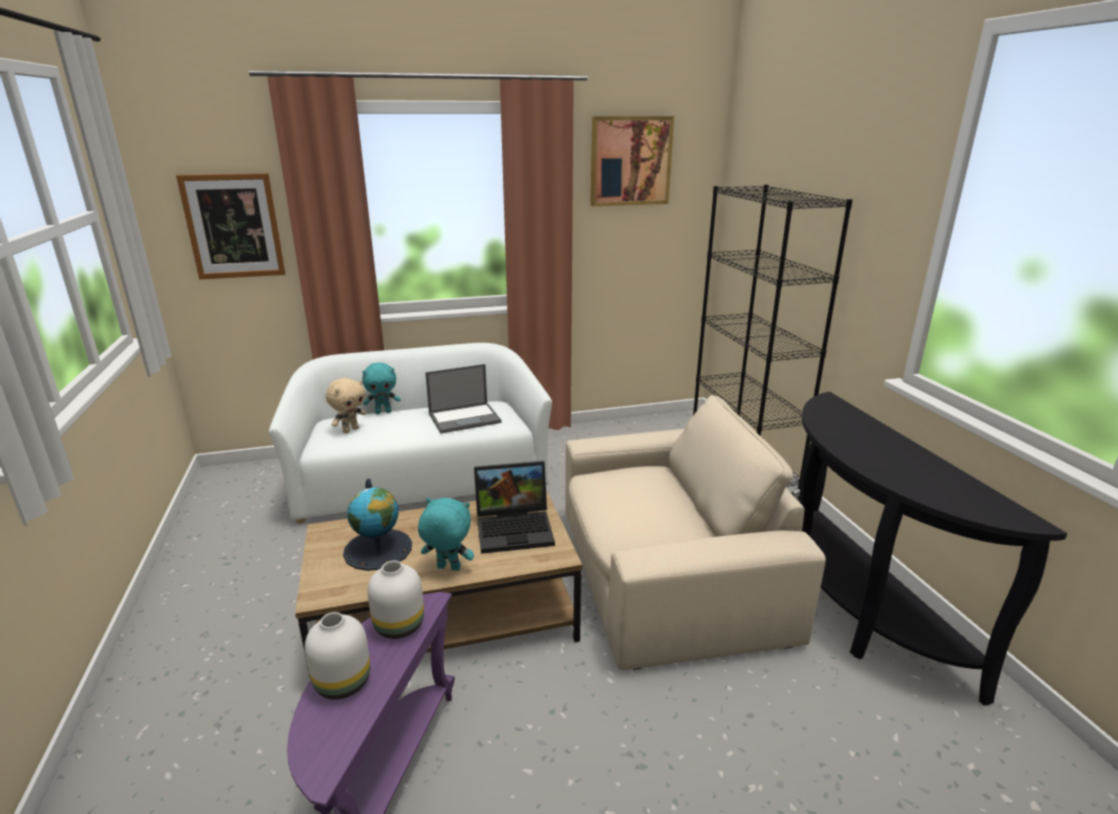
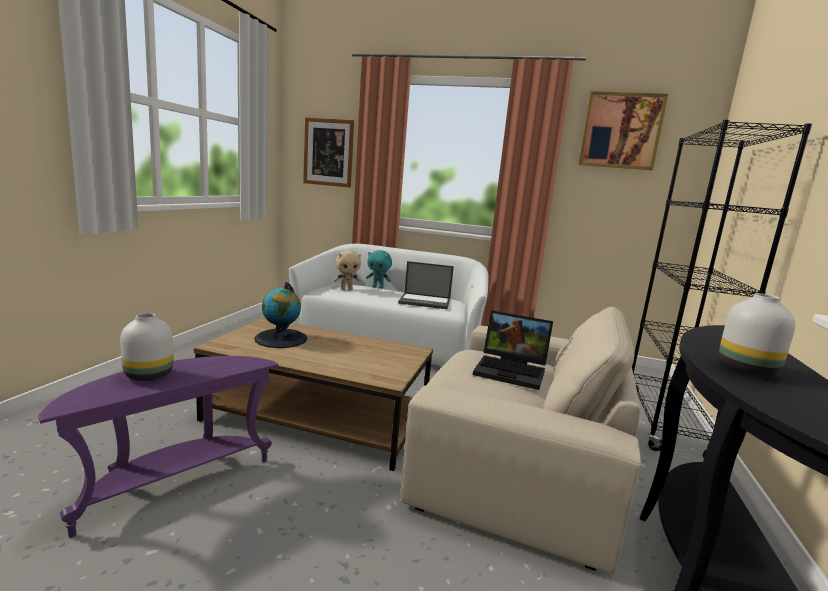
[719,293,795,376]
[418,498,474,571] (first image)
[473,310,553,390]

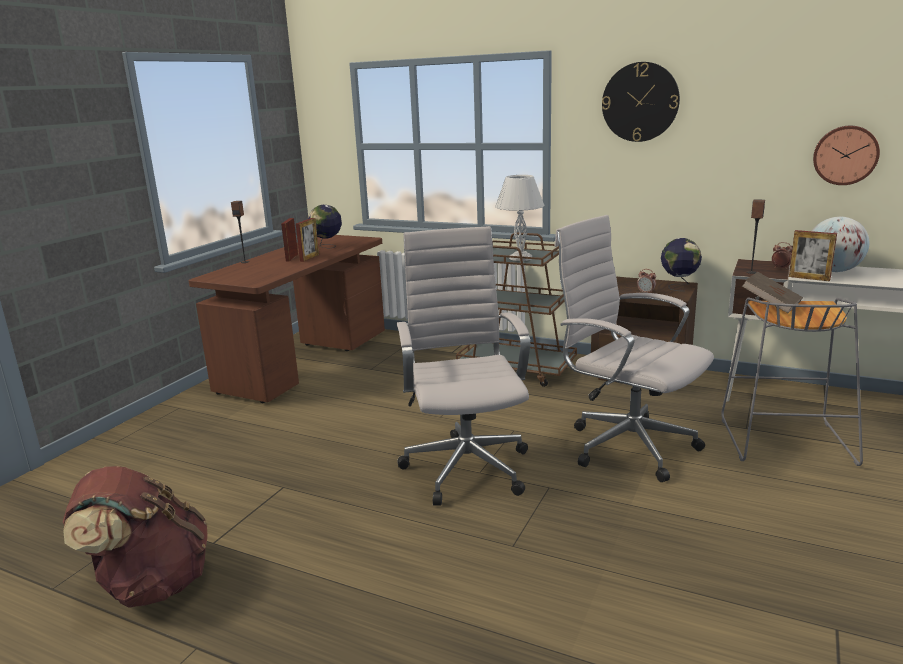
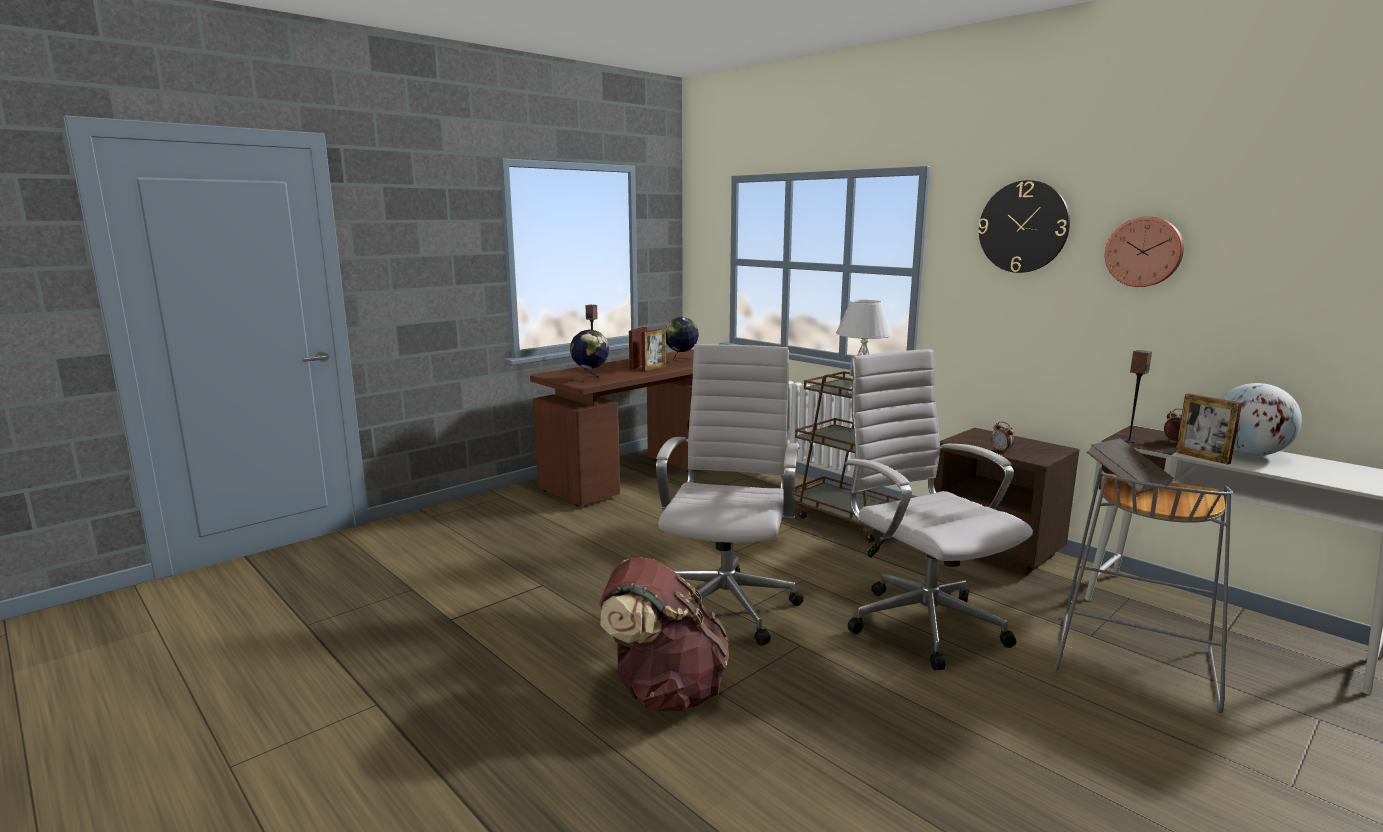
[599,557,729,711]
[570,329,609,382]
[1105,217,1184,287]

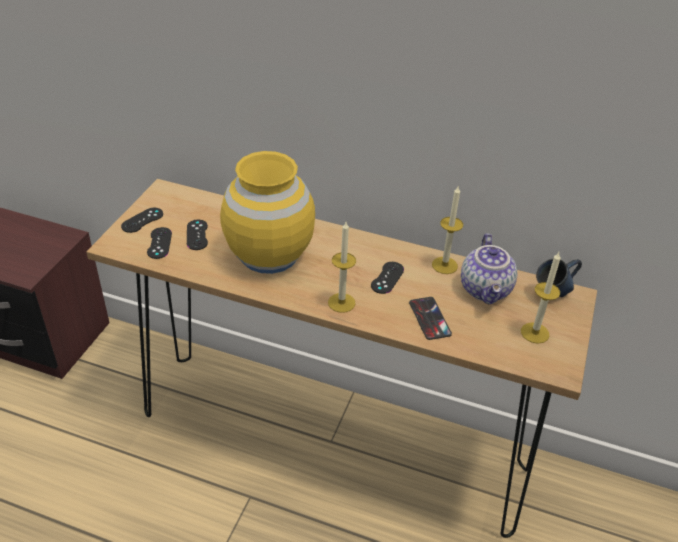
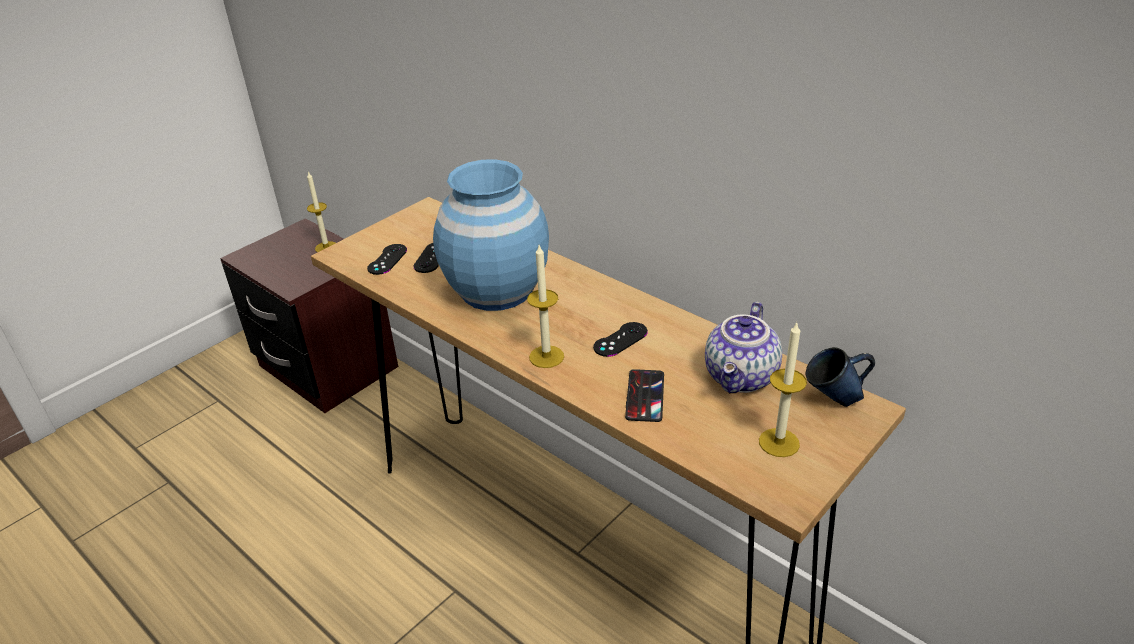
[121,208,163,233] (first image)
[433,159,549,311]
[307,172,335,252]

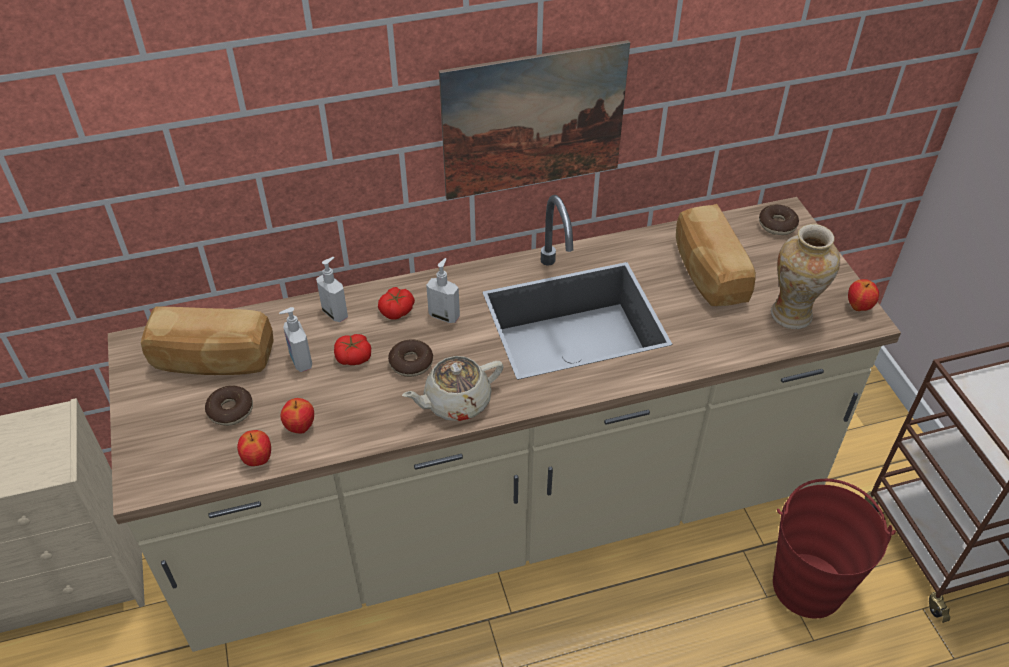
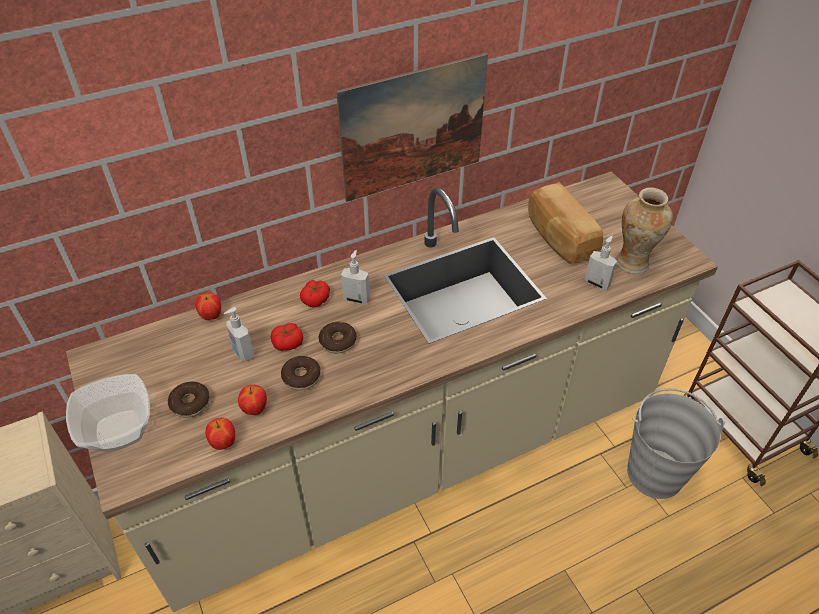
[141,307,274,375] (first image)
[584,236,617,290]
[402,356,504,421] (first image)
[281,356,321,390]
[627,388,725,499]
[196,292,221,320]
[66,374,150,452]

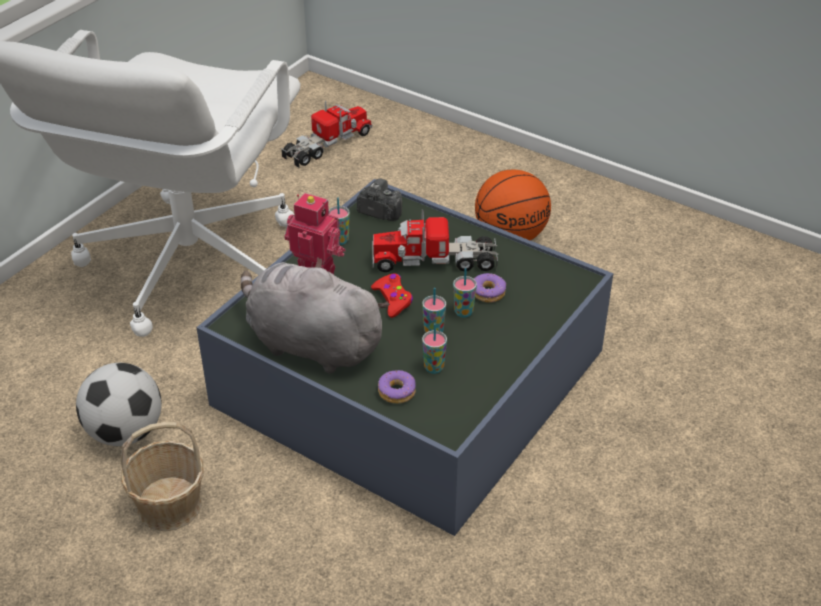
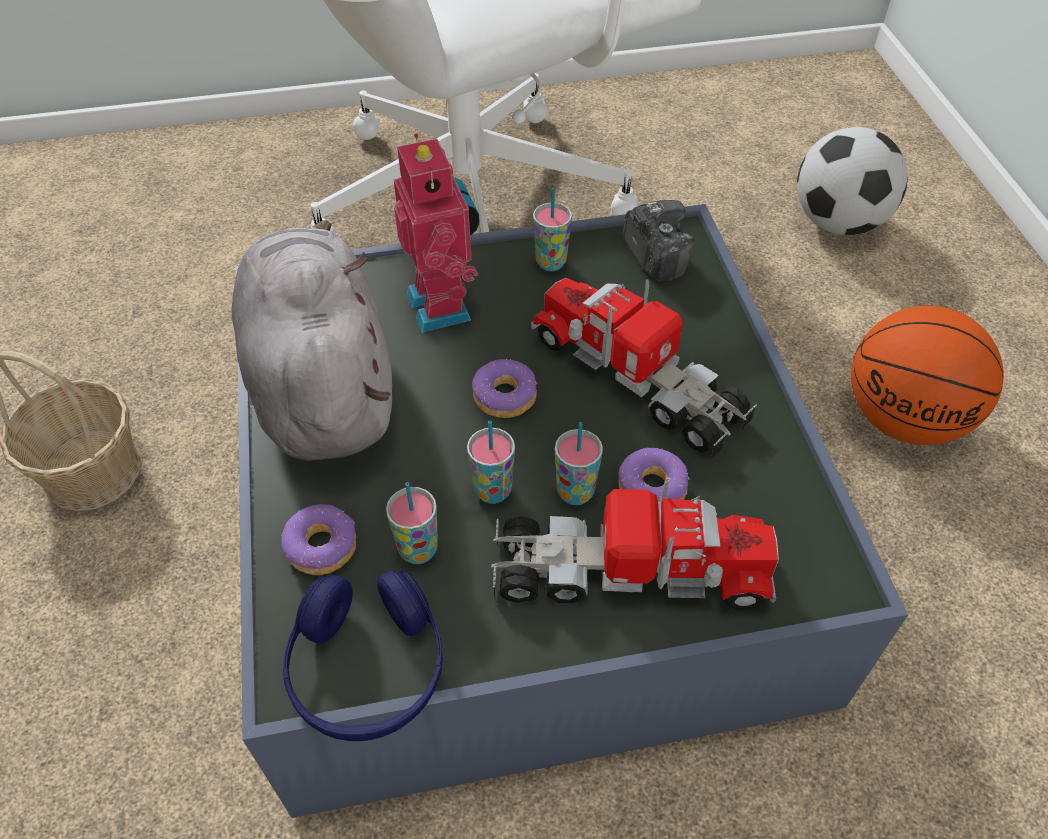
[797,127,908,235]
[491,478,779,610]
[472,359,538,418]
[283,570,443,741]

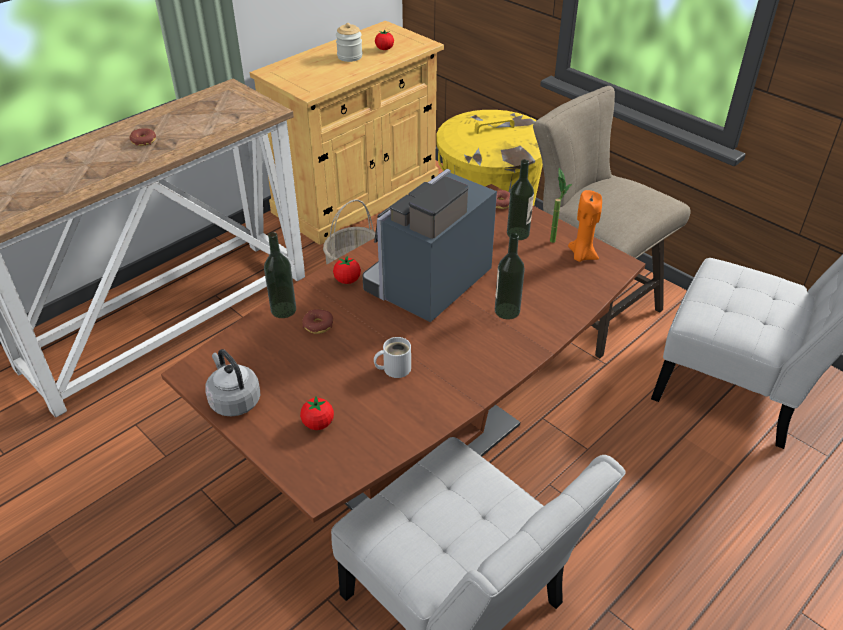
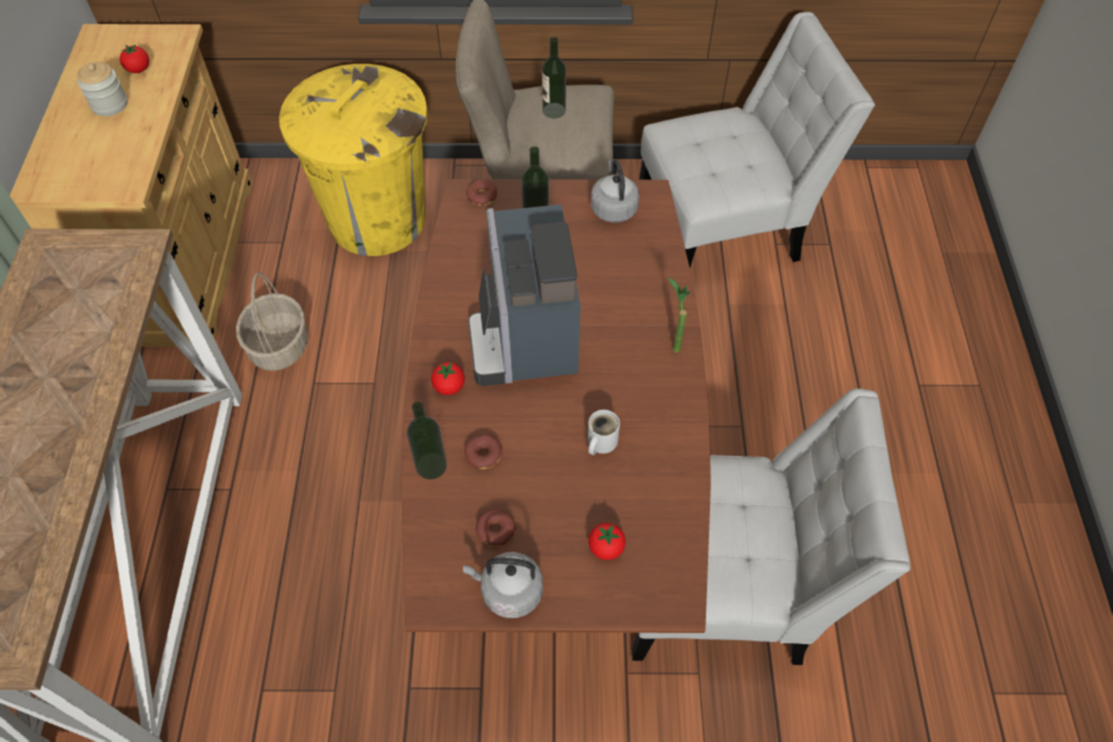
[476,509,516,546]
[542,37,566,118]
[668,278,690,352]
[591,159,639,223]

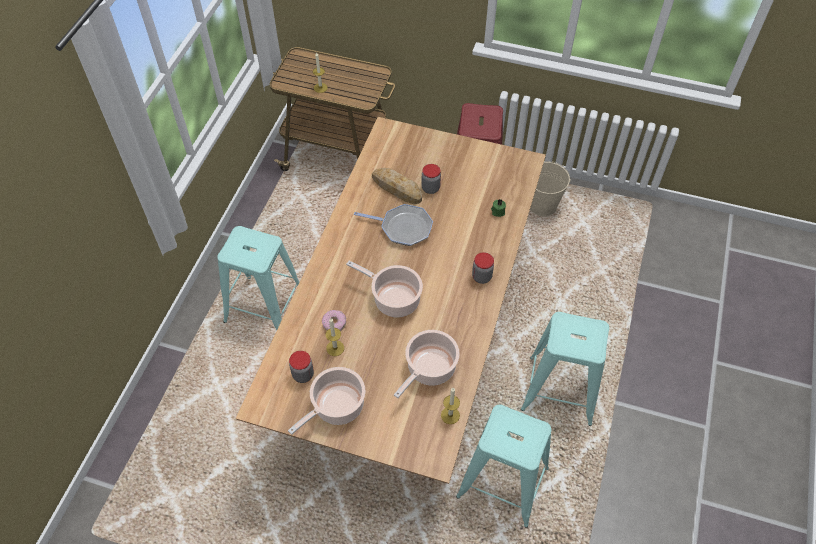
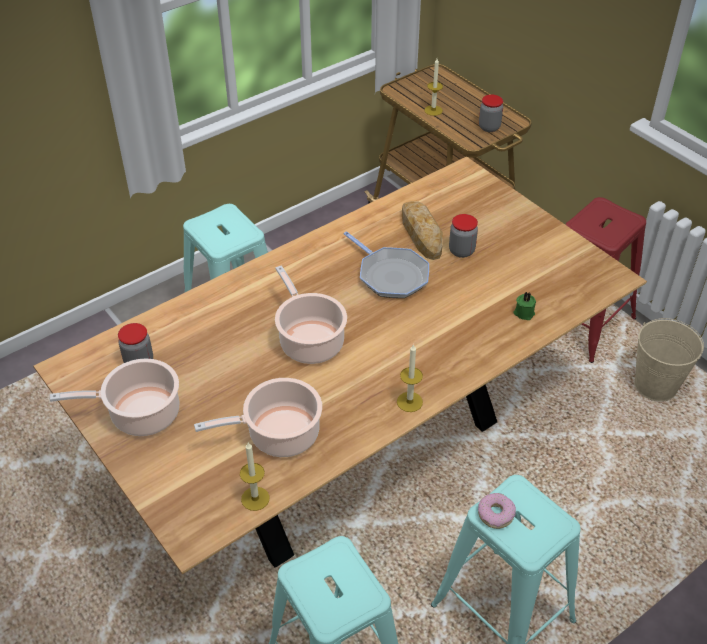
[478,493,516,529]
[397,344,423,412]
[479,95,503,132]

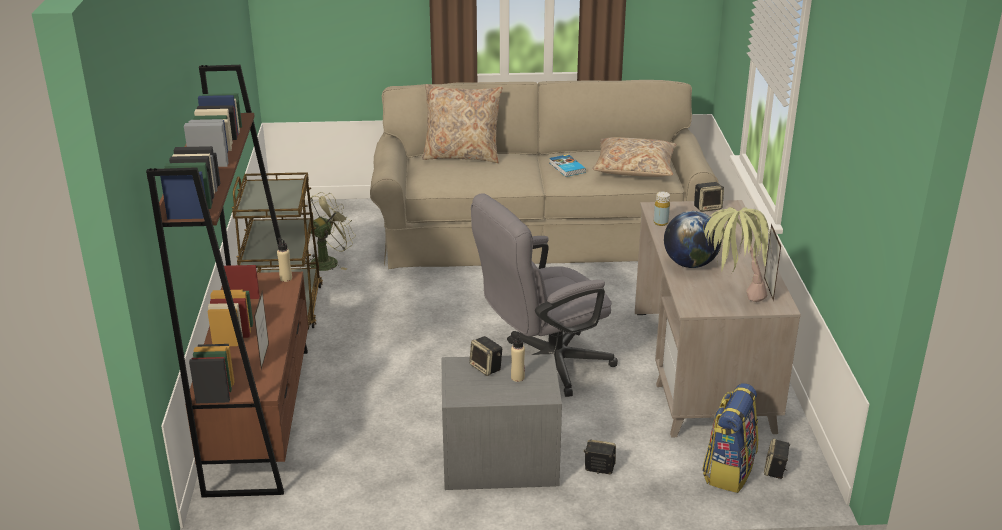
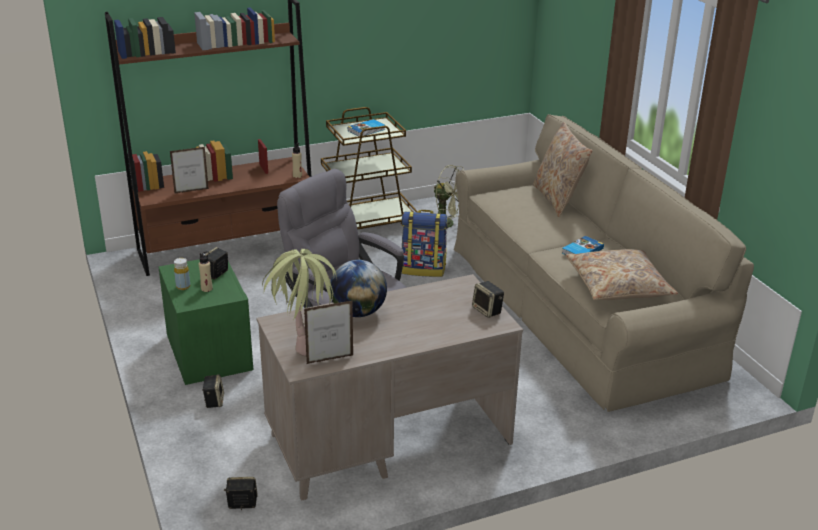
[159,259,253,385]
[174,258,190,290]
[402,210,448,277]
[348,119,385,136]

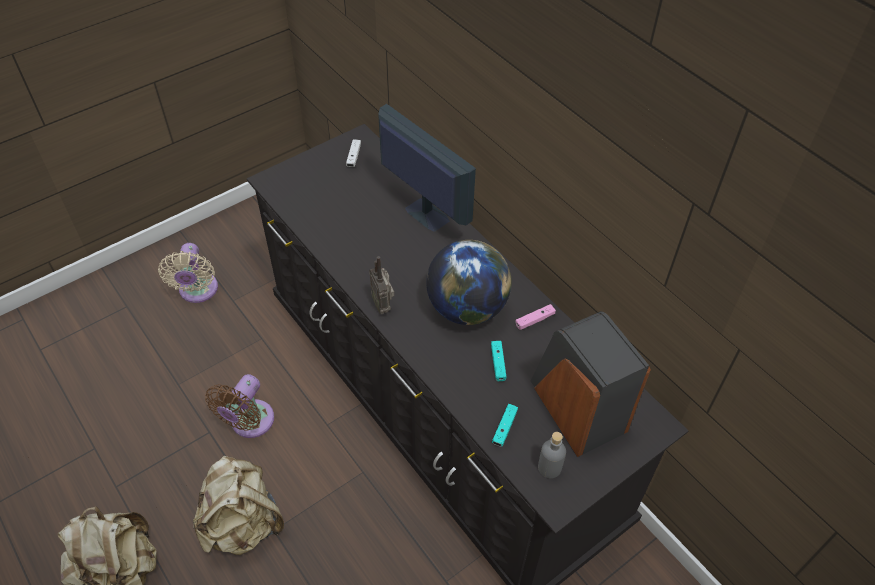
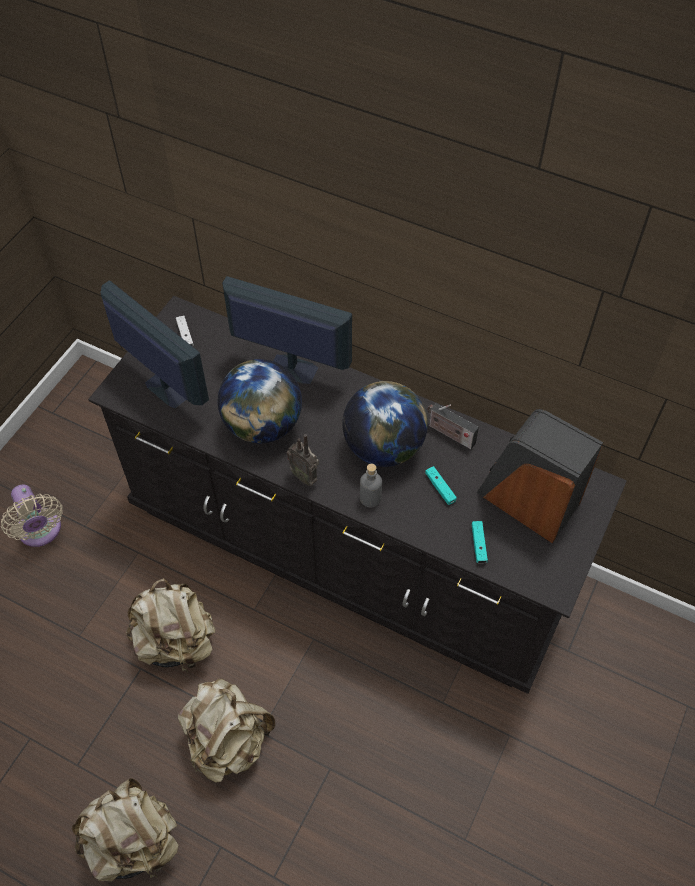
[125,578,215,673]
[427,403,479,449]
[360,464,382,507]
[100,281,209,408]
[218,359,302,443]

